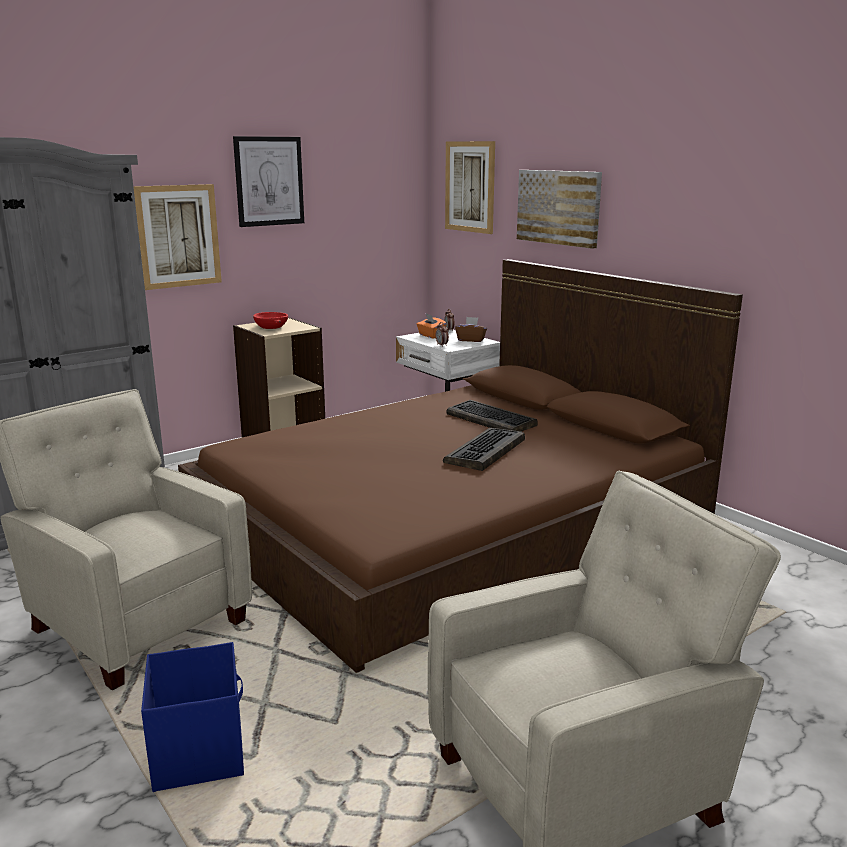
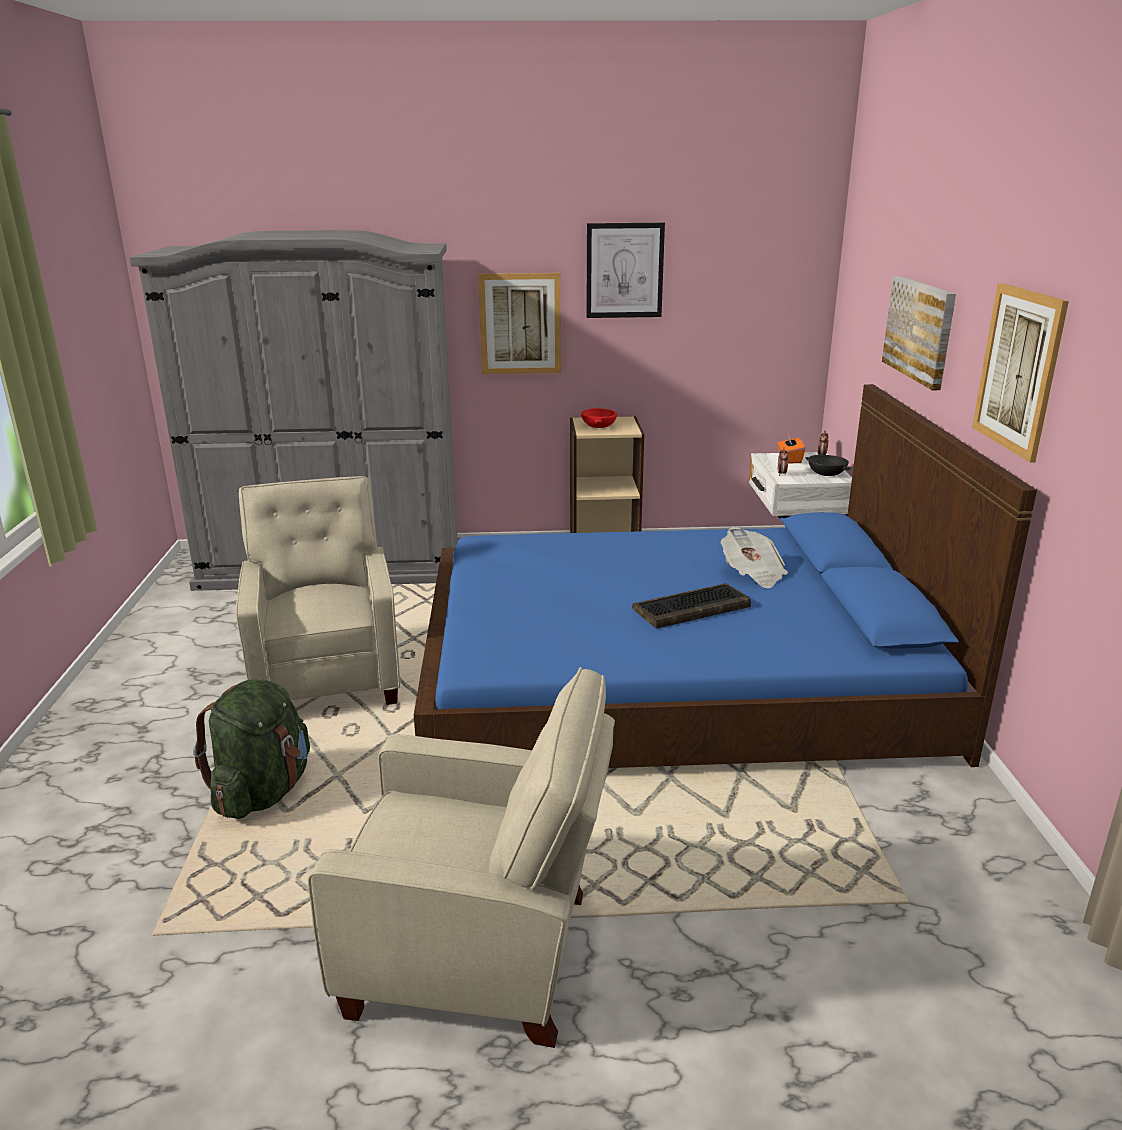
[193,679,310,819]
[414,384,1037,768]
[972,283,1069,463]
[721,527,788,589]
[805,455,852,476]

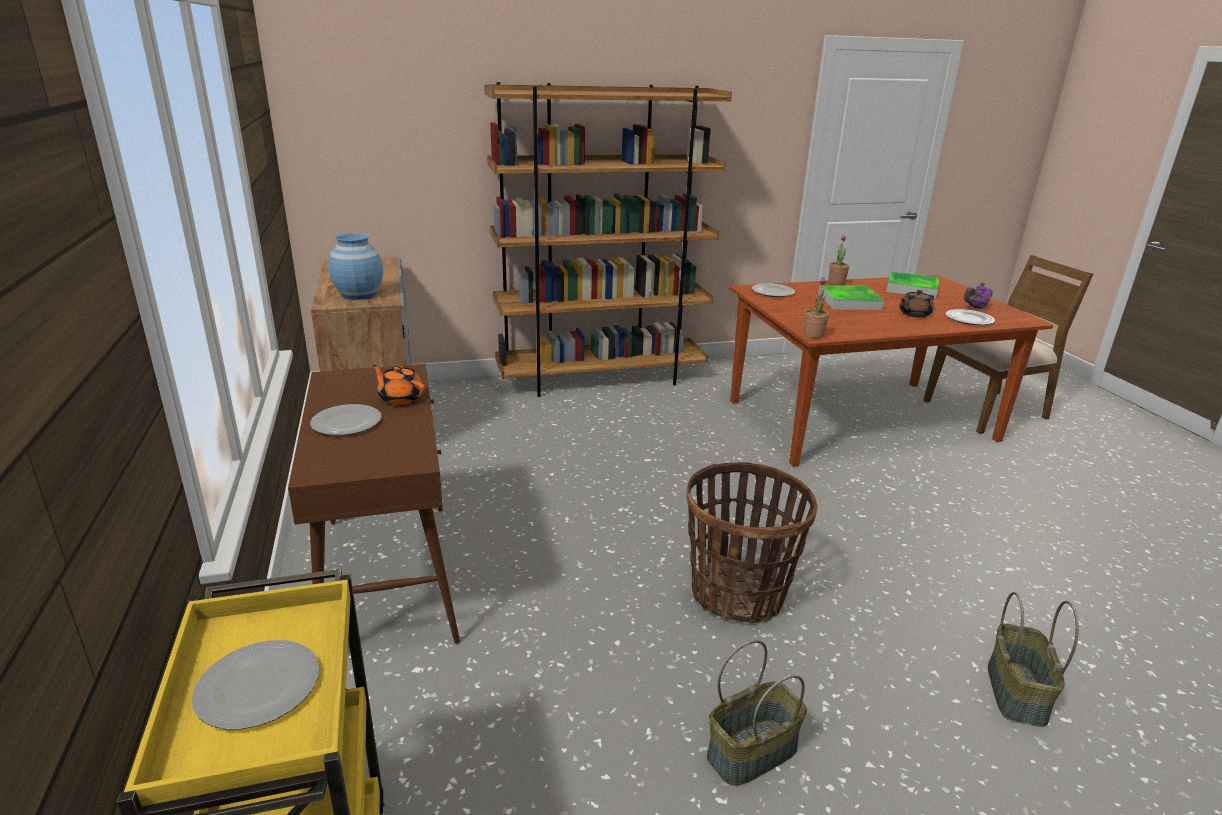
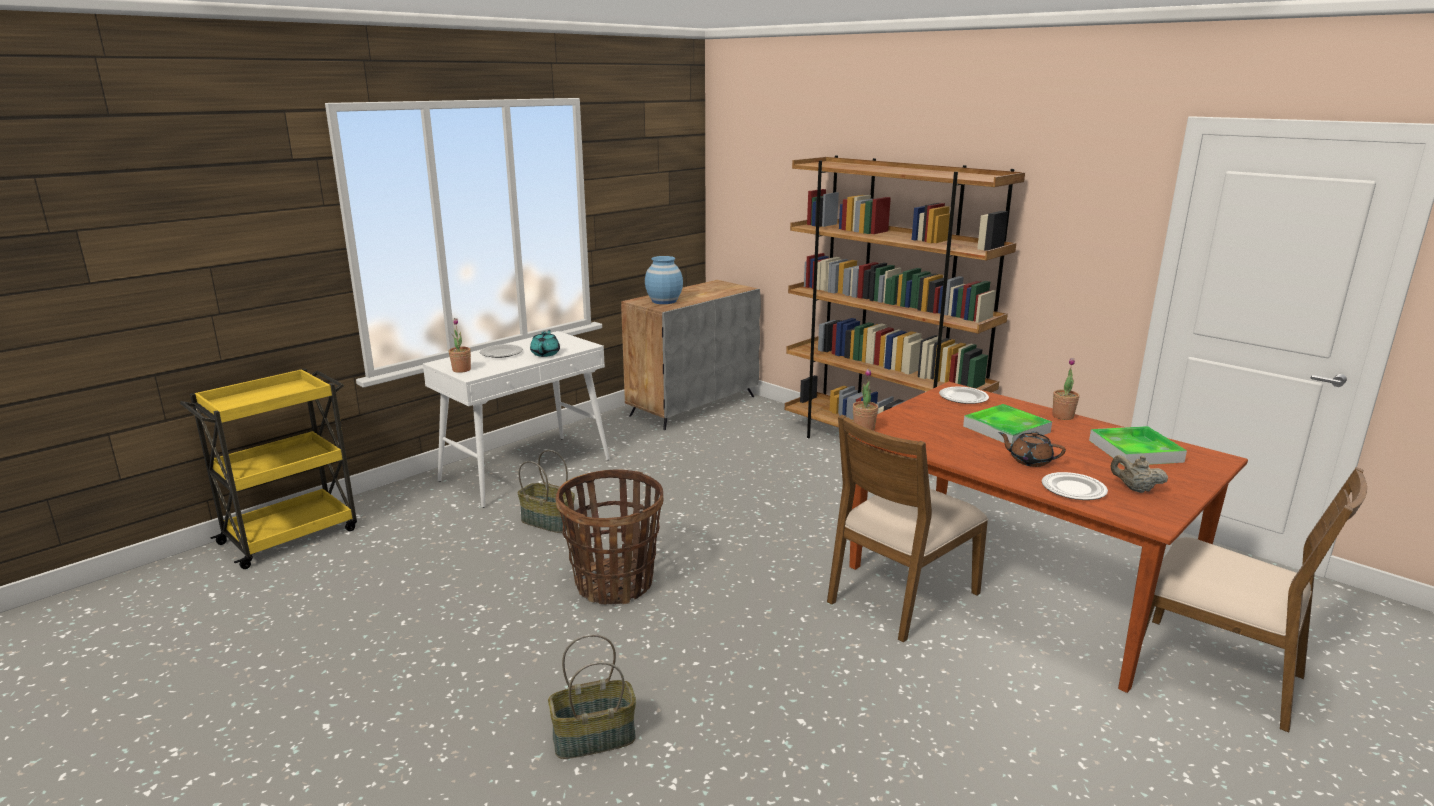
[191,640,319,730] (first image)
[423,331,610,508]
[530,330,560,357]
[517,450,575,533]
[1110,455,1168,493]
[449,318,471,373]
[827,415,988,643]

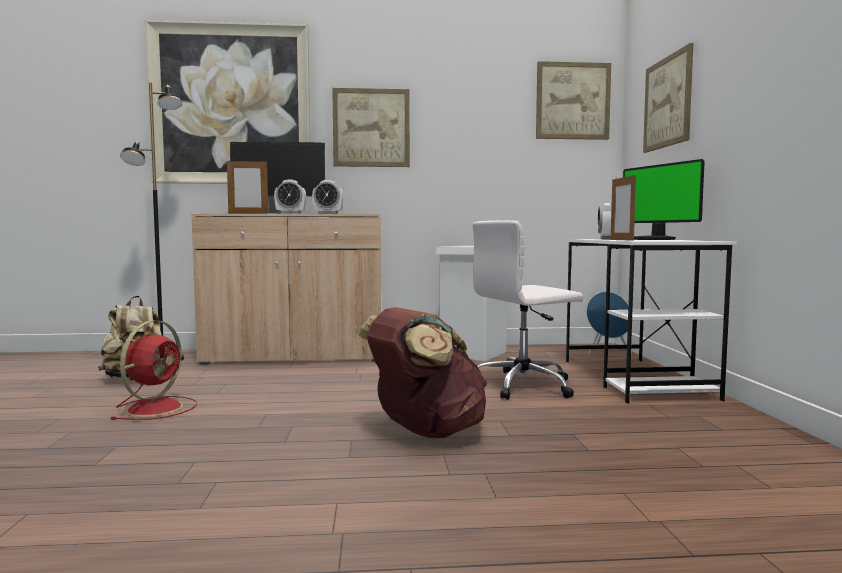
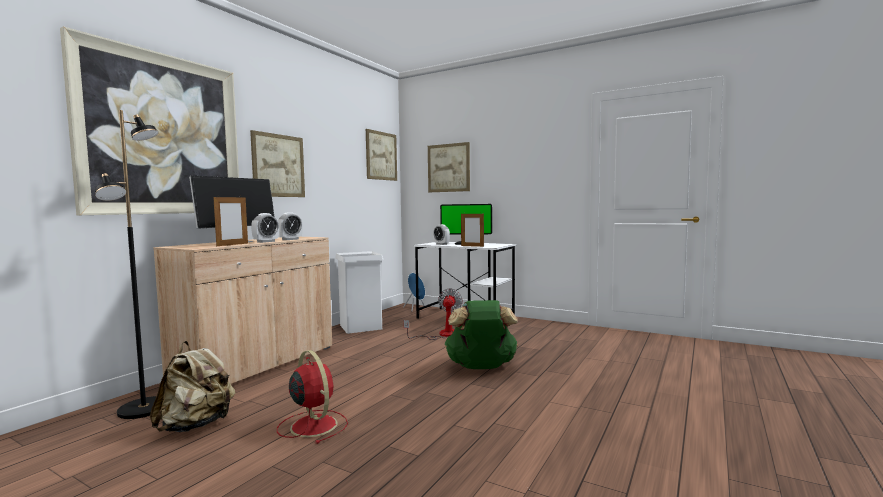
[445,300,518,369]
[404,288,463,340]

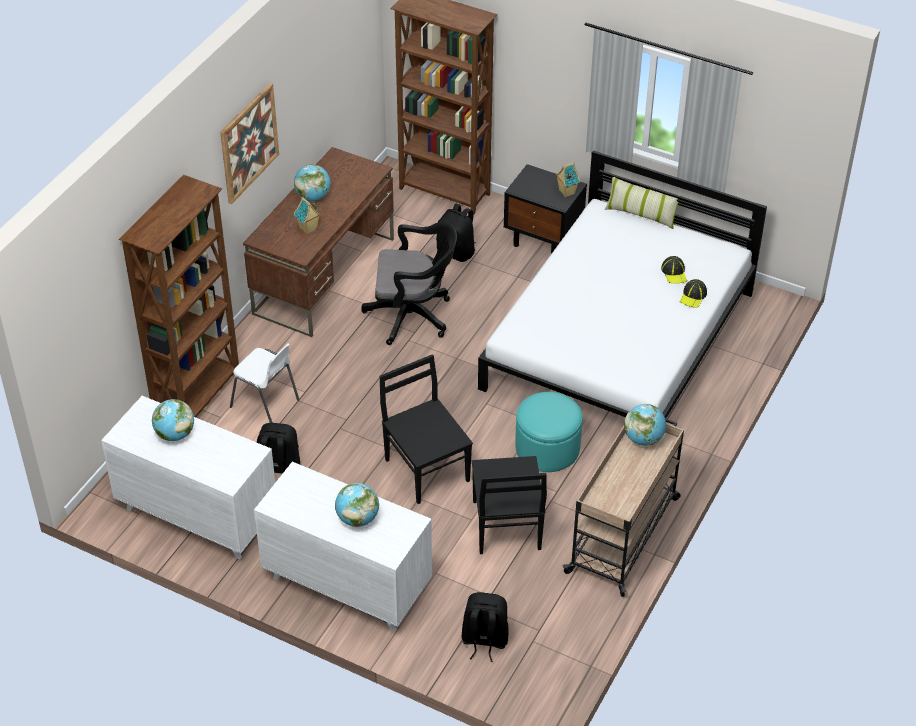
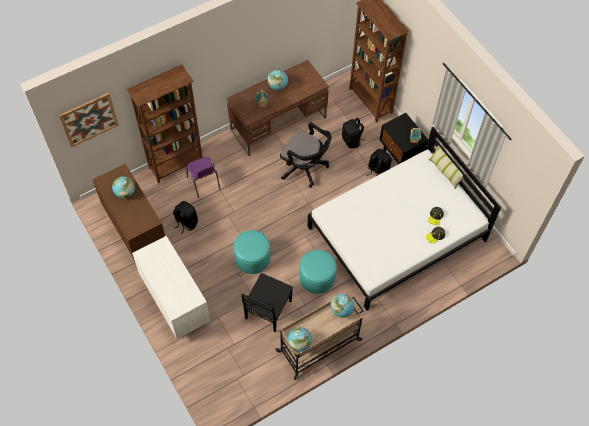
[92,164,165,261]
[59,93,119,147]
[187,157,220,198]
[288,327,312,351]
[234,230,271,274]
[367,149,392,176]

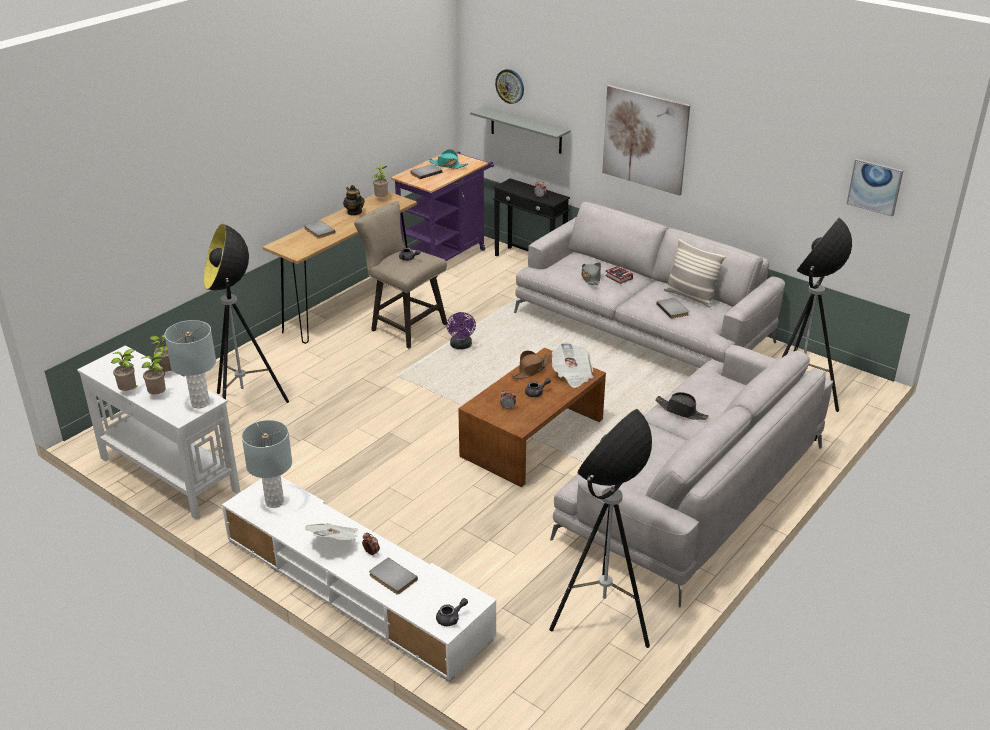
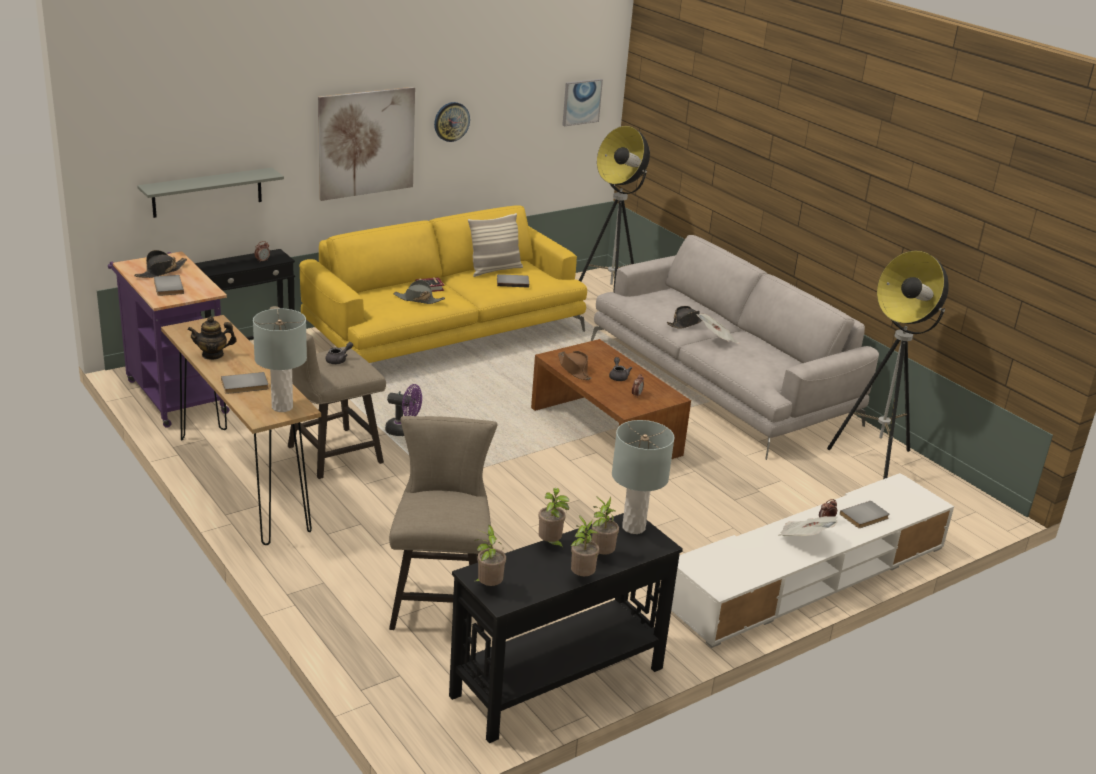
[449,513,683,743]
[389,416,497,630]
[253,309,307,412]
[474,524,506,586]
[134,250,187,278]
[436,598,468,626] (first image)
[434,102,470,142]
[299,205,587,363]
[696,313,740,344]

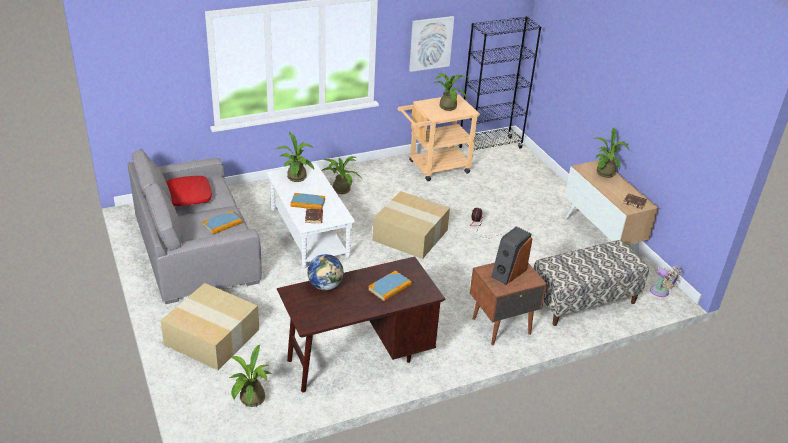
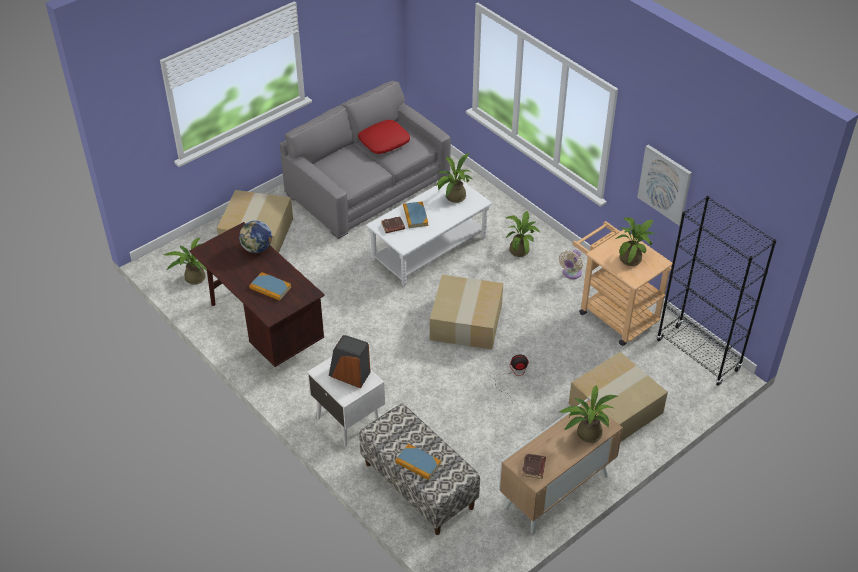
[395,444,441,480]
[307,357,385,447]
[559,250,583,279]
[569,352,668,441]

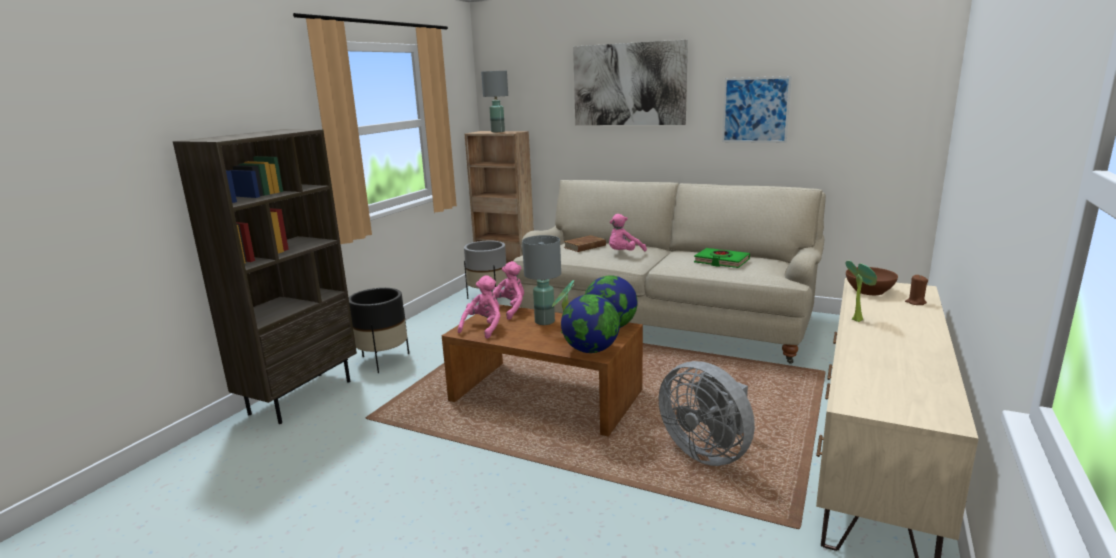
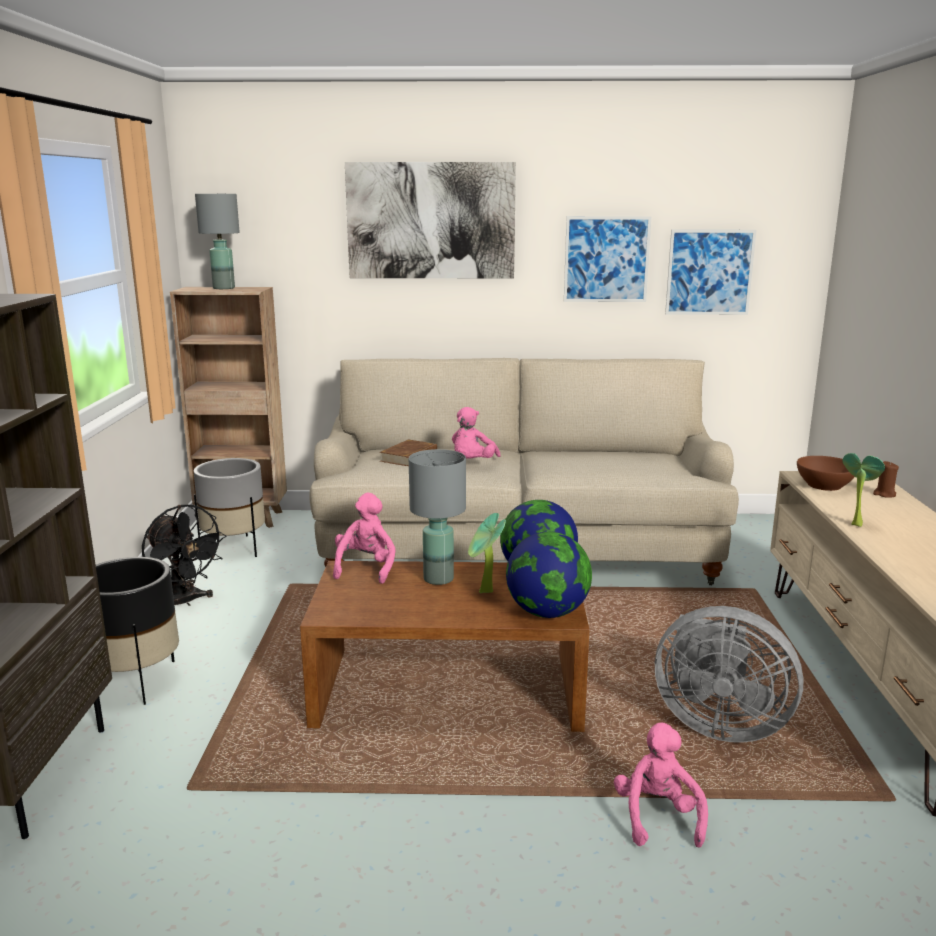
[614,723,708,848]
[694,248,750,268] (first image)
[142,505,226,606]
[665,230,756,315]

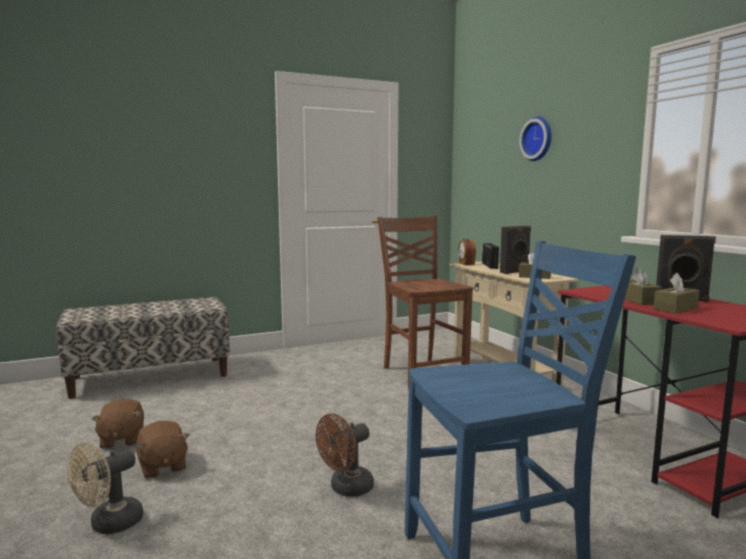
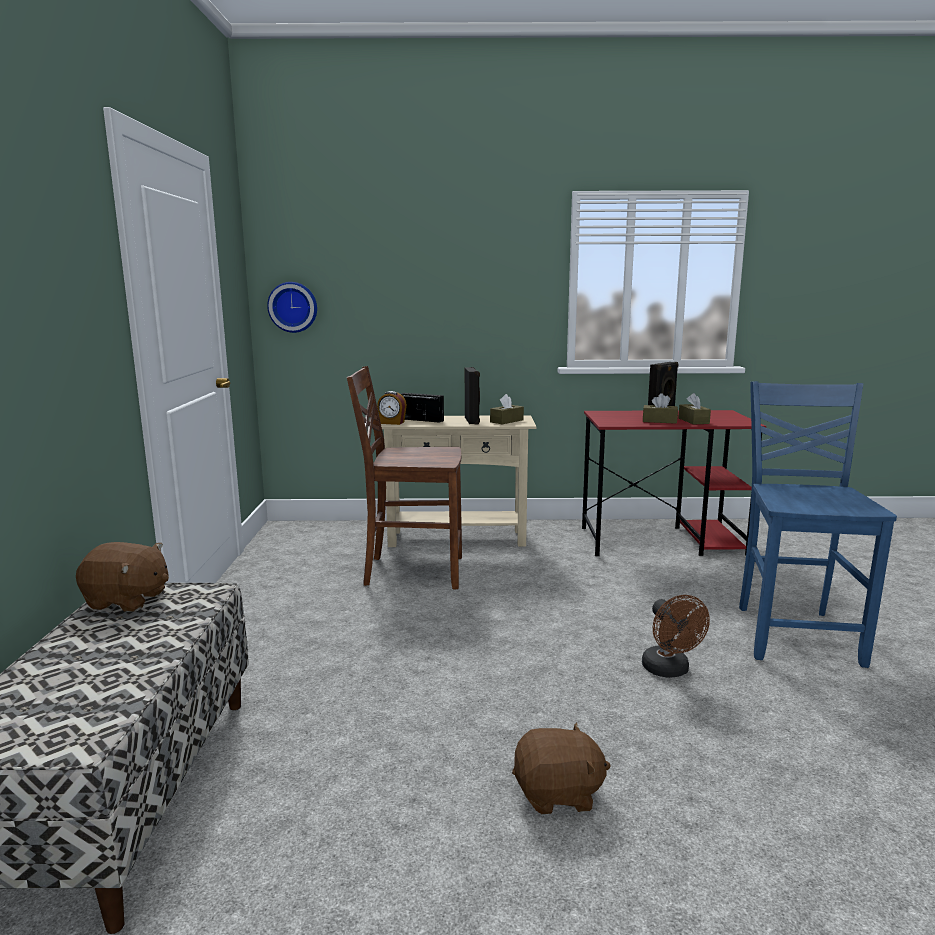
[67,442,143,534] (first image)
[76,542,169,612]
[267,282,317,333]

